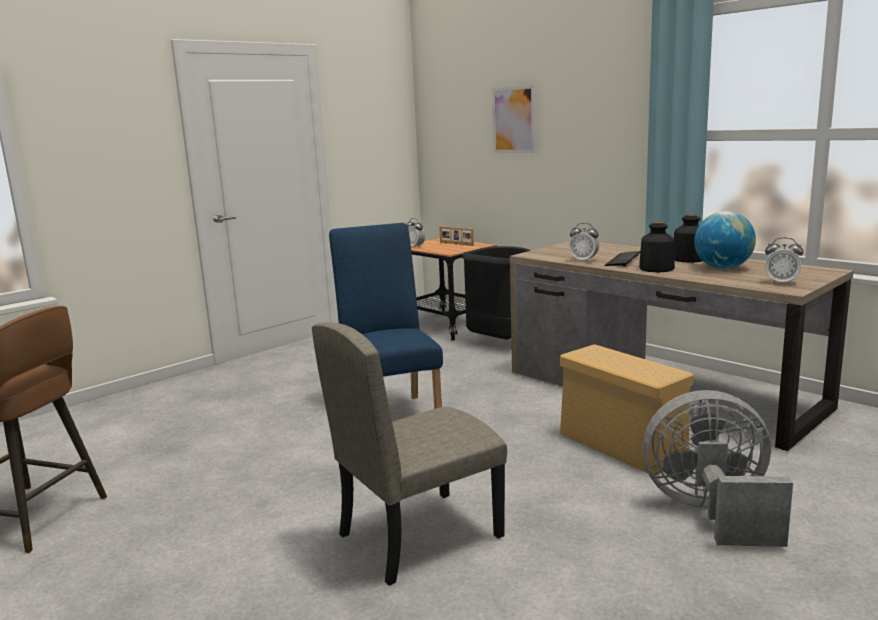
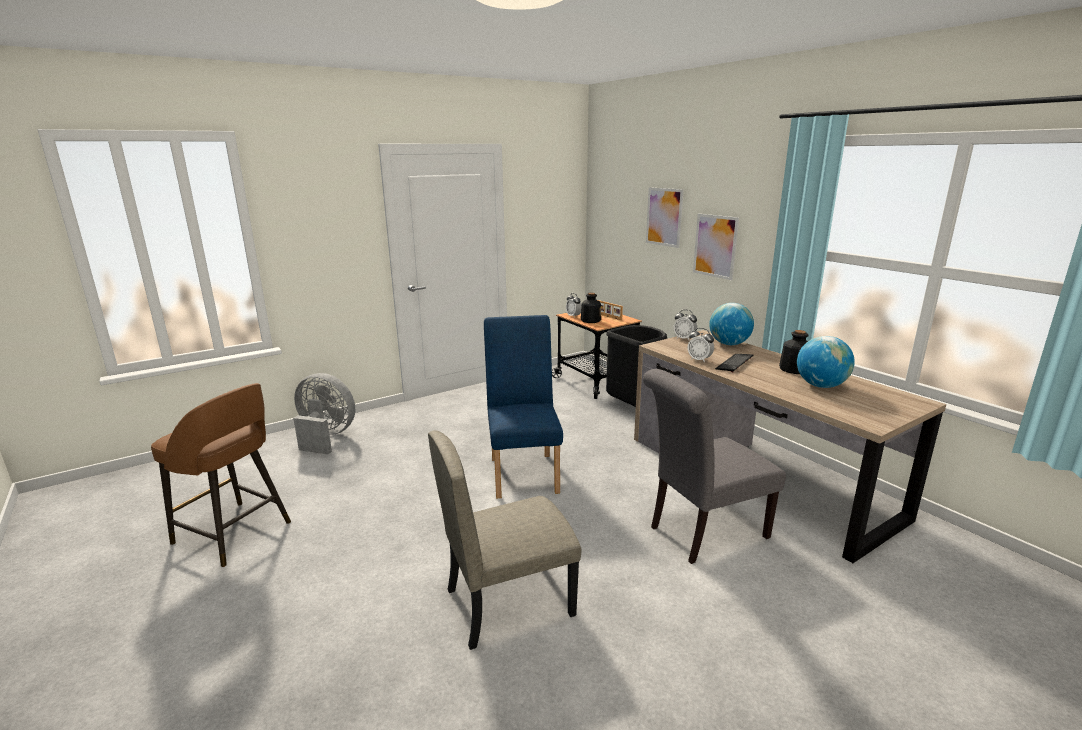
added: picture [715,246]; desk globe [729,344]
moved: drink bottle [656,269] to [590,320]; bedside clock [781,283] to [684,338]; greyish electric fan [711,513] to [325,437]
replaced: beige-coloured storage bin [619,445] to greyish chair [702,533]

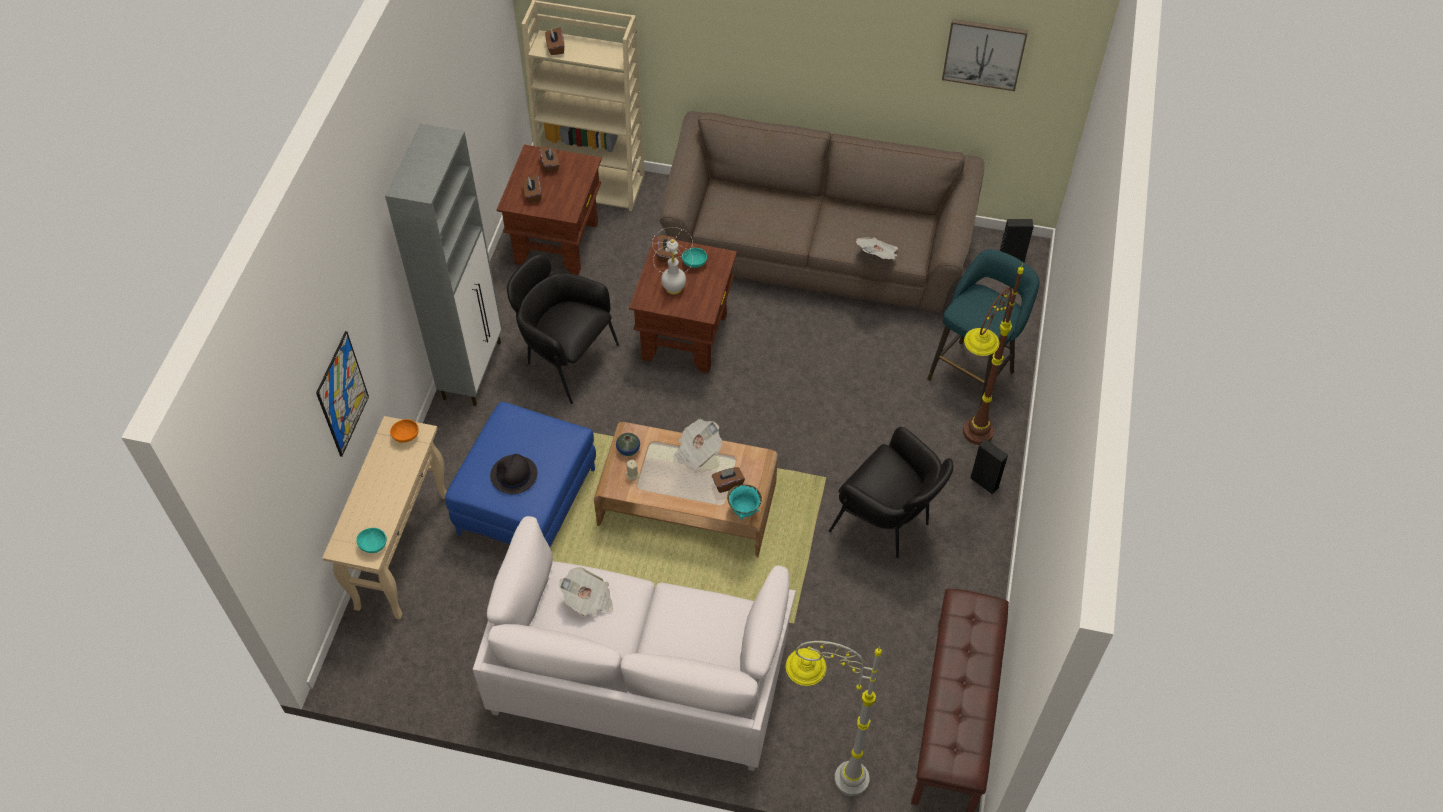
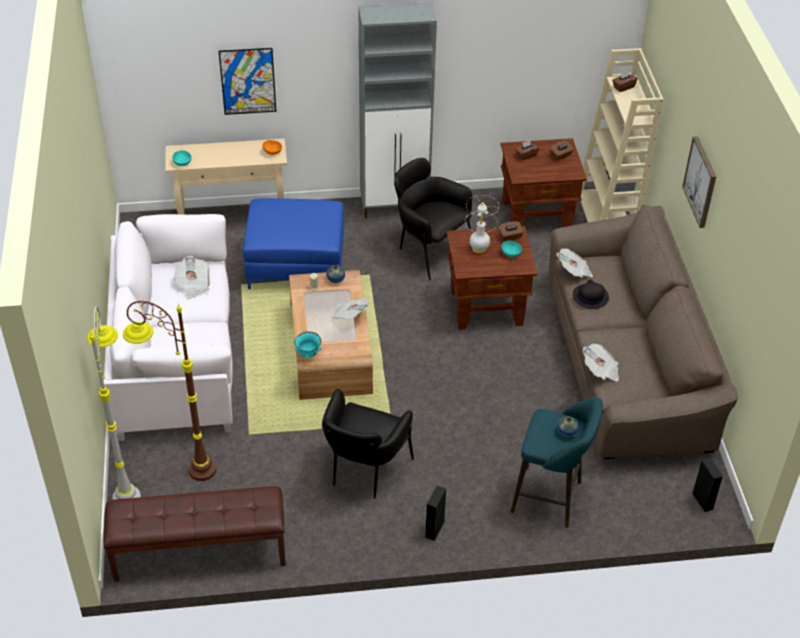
removed: brown tissue holder [727,484]
added: printed paper [574,271]; vase [567,432]
moved: picture [984,53] to [701,181]; brown floor lamp [964,449] to [180,464]; blackish hat [513,475] to [590,297]
turned: blackish easy chair [565,359] = [429,250] 60 degrees counterclockwise

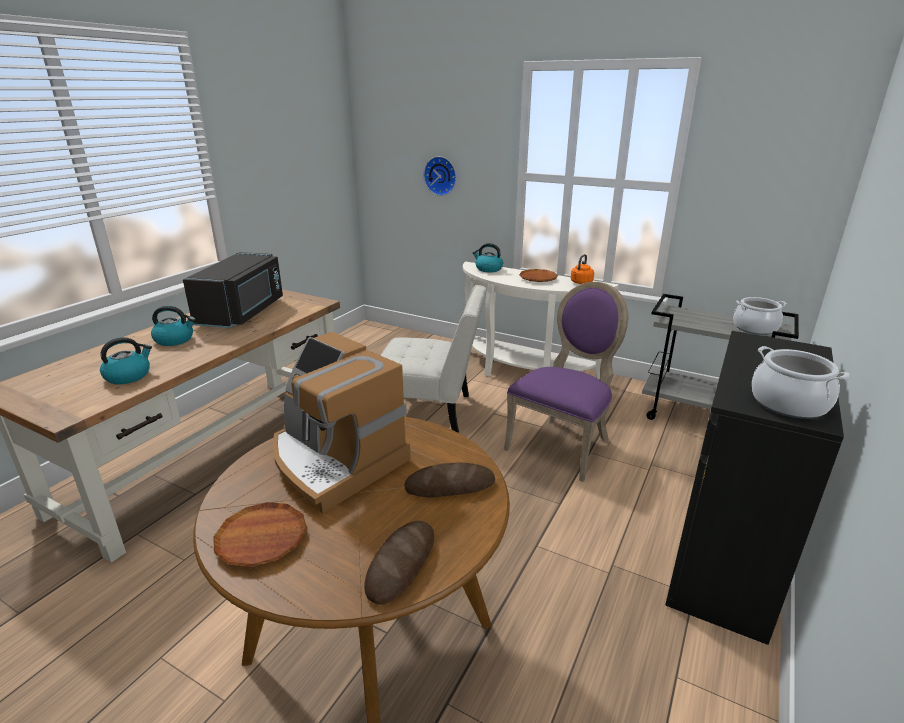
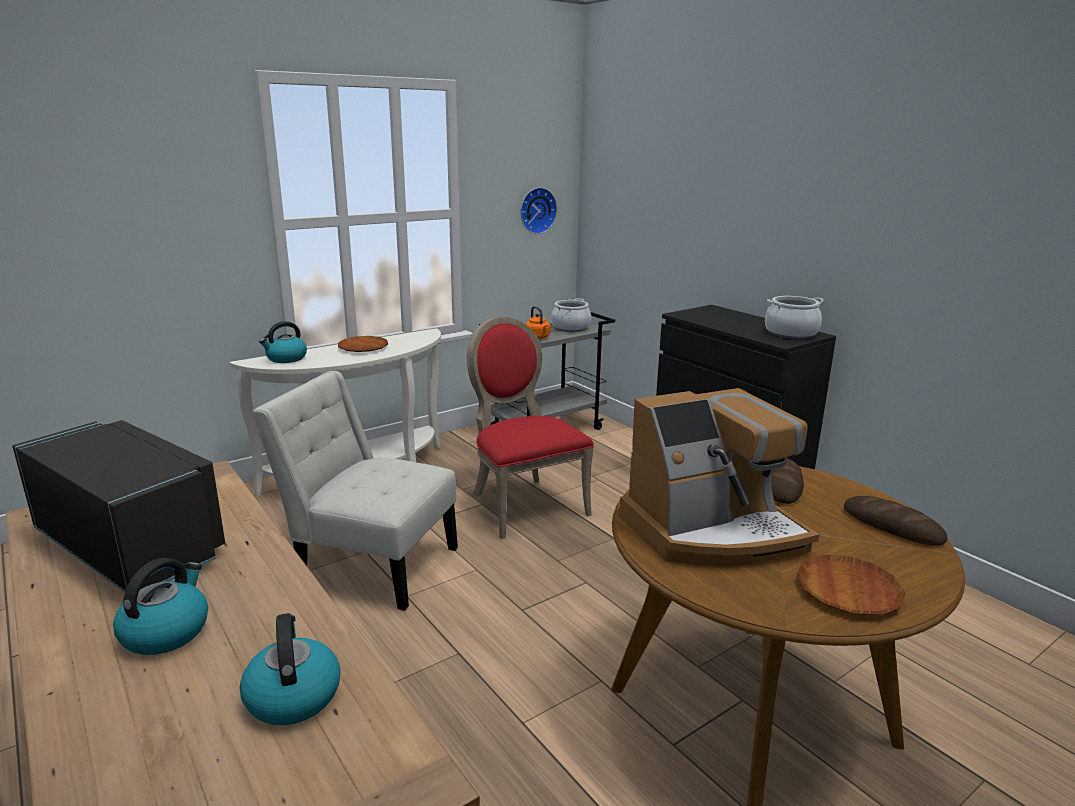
moved: hanging clock [441,175] to [536,210]; orangey kettle [580,283] to [538,338]
recoloured: purple-coloured chair [563,444] to red-coloured chair [523,503]
turned: whitish chair [431,412] = [371,563] 105 degrees counterclockwise

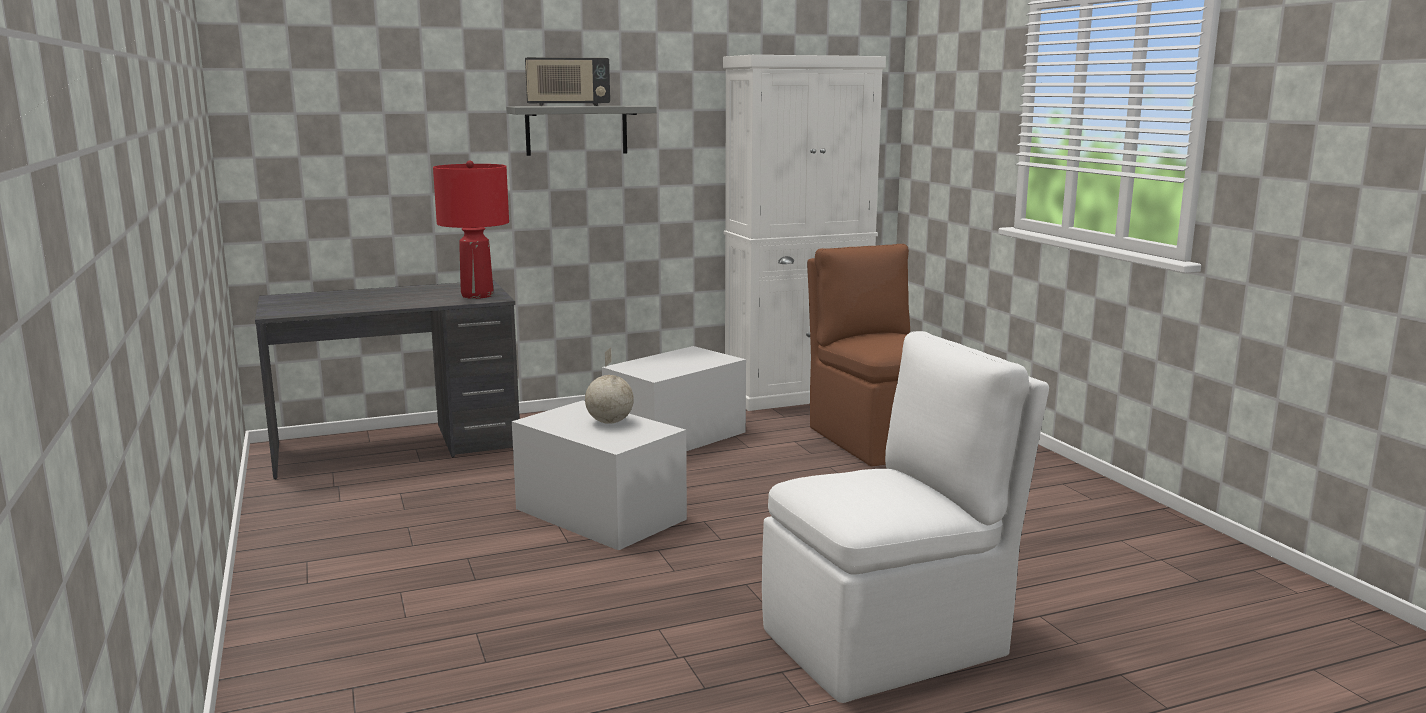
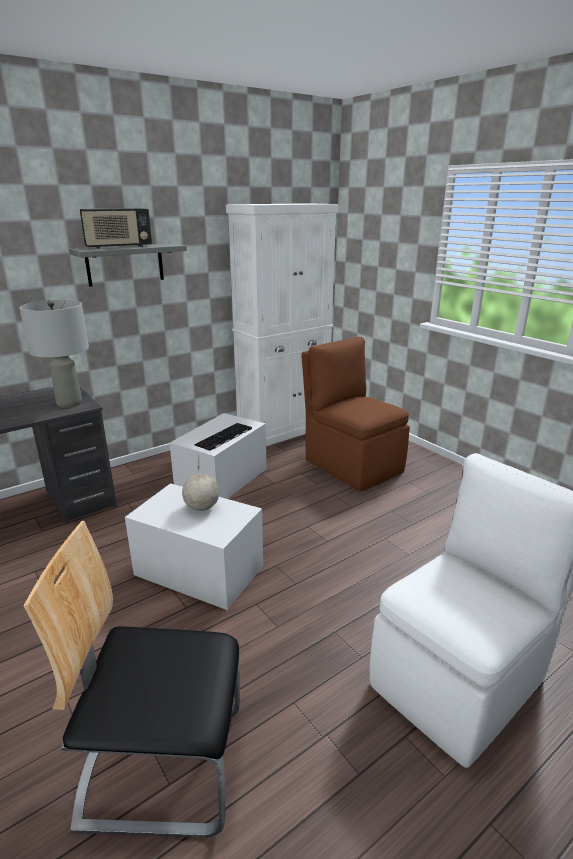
added: computer keyboard [224,437]; chair [163,764]
recoloured: red-coloured table lamp [478,295] to greyish table lamp [70,403]

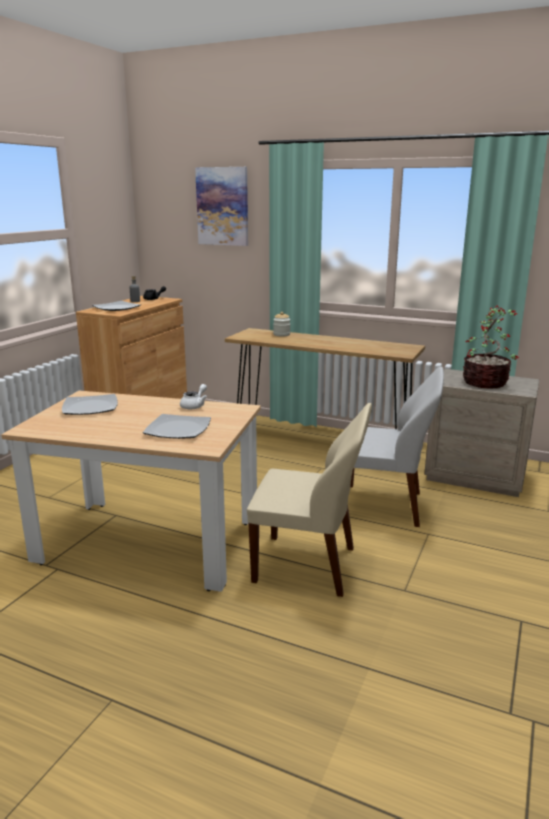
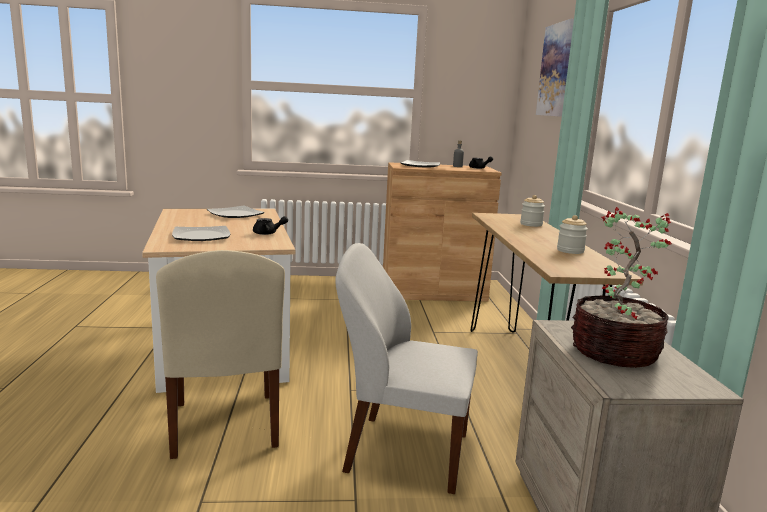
added: preserve jar [570,251]
recoloured: whitish pot for tea [194,406] to blackish pot for tea [268,233]
turned: whitish chair [385,506] = [403,451] 120 degrees clockwise

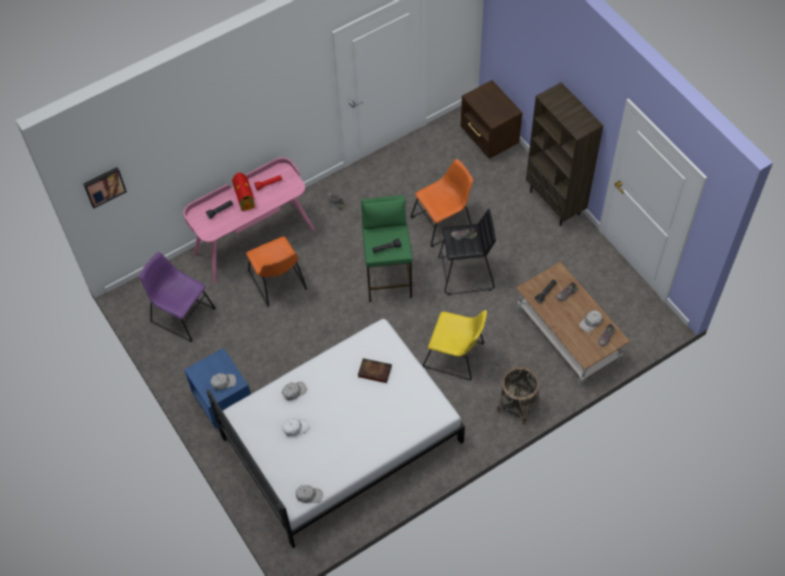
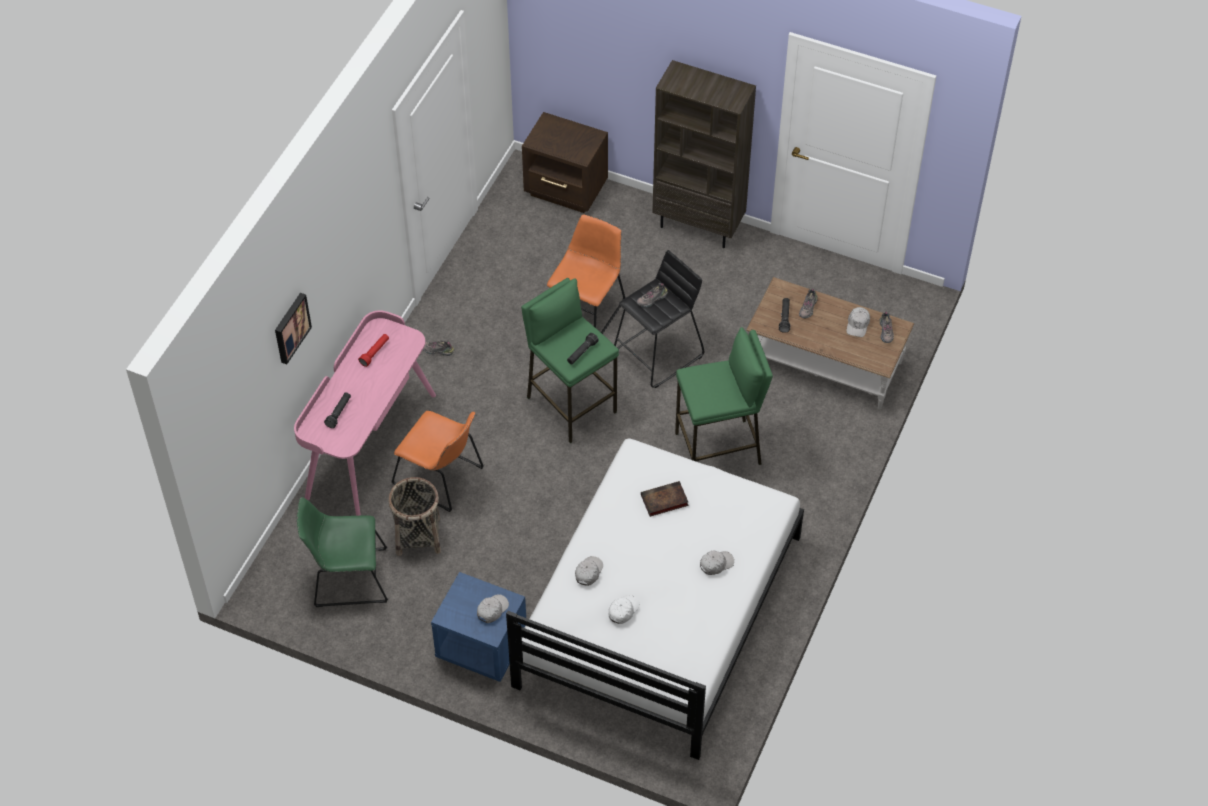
removed: miniature house [244,198]
moved: picture [104,186] to [290,327]; storage basket [517,405] to [418,535]; whitish cap [309,495] to [716,564]
replaced: yellow chair [456,356] to green stool seat [718,449]
recoloured: purple-coloured chair [181,314] to green chair [346,577]

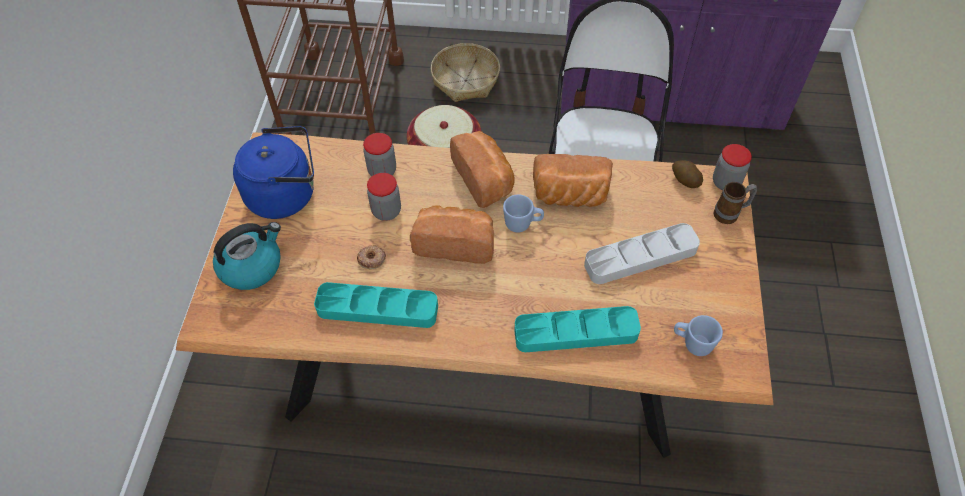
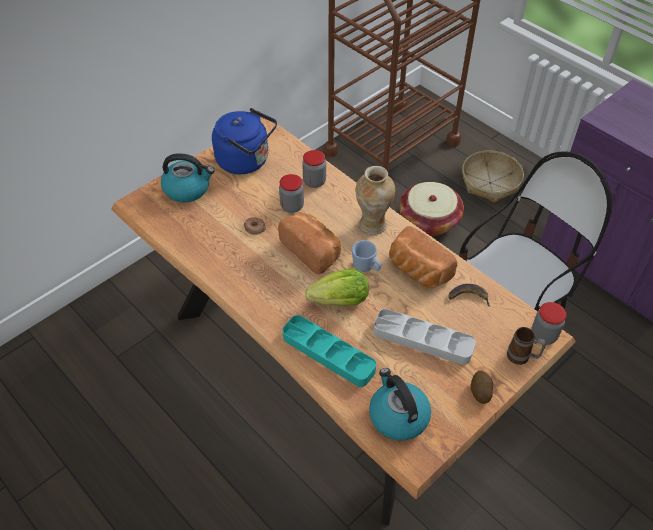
removed: turquoise-coloured tray [377,309]
added: lettuce head [340,301]; banana [468,297]
moved: whole potato [685,180] to [480,391]
replaced: bread [485,179] to vase [372,225]; blue-coloured coffee mug [692,343] to kettle [397,416]

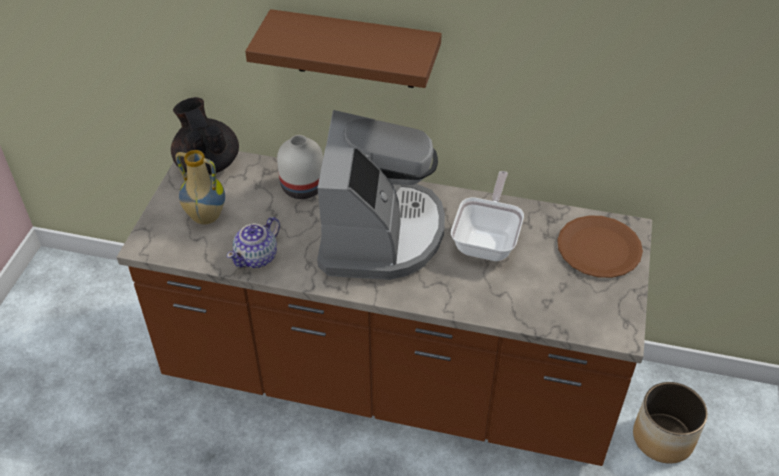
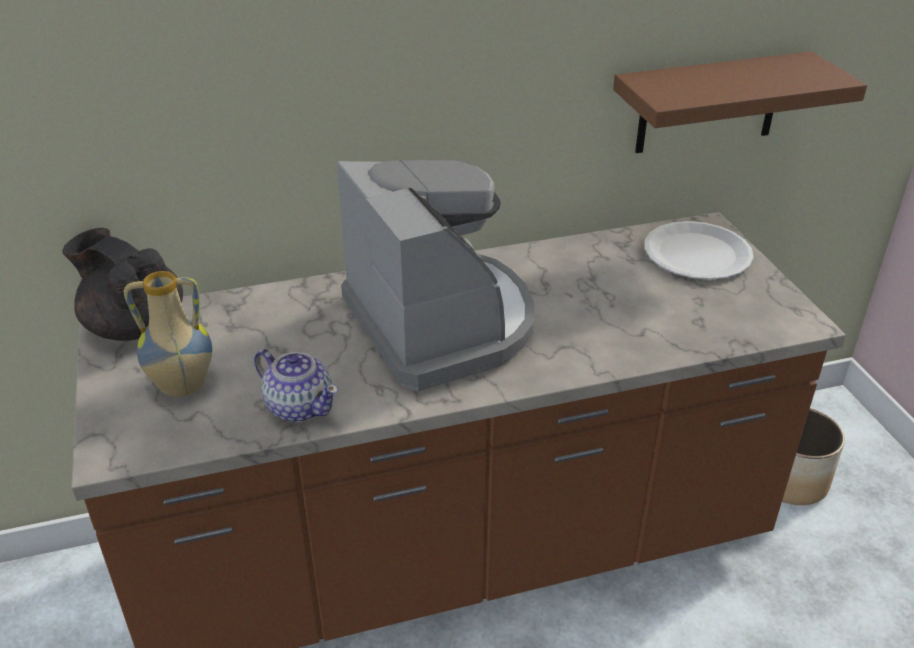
removed: whitish vase [301,188]; skillet [487,240]
moved: brown shelf [355,50] to [708,103]
recoloured: brown plate [599,248] to whitish plate [697,253]
turned: pot for tea [257,257] = [299,406] 60 degrees counterclockwise

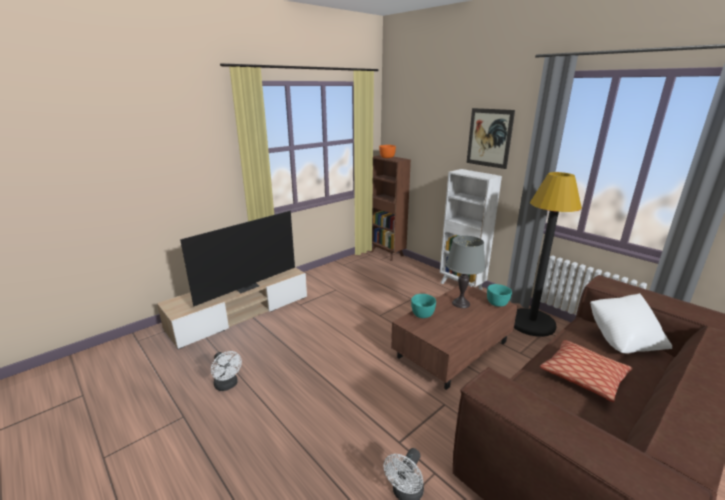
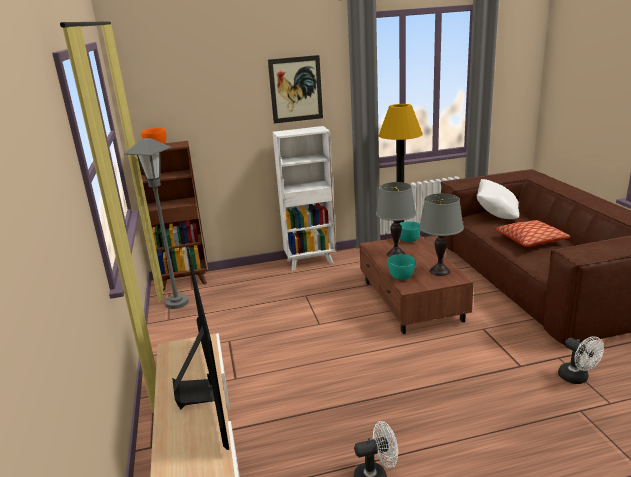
added: greyish floor lamp [177,303]; greyish table lamp [440,271]

